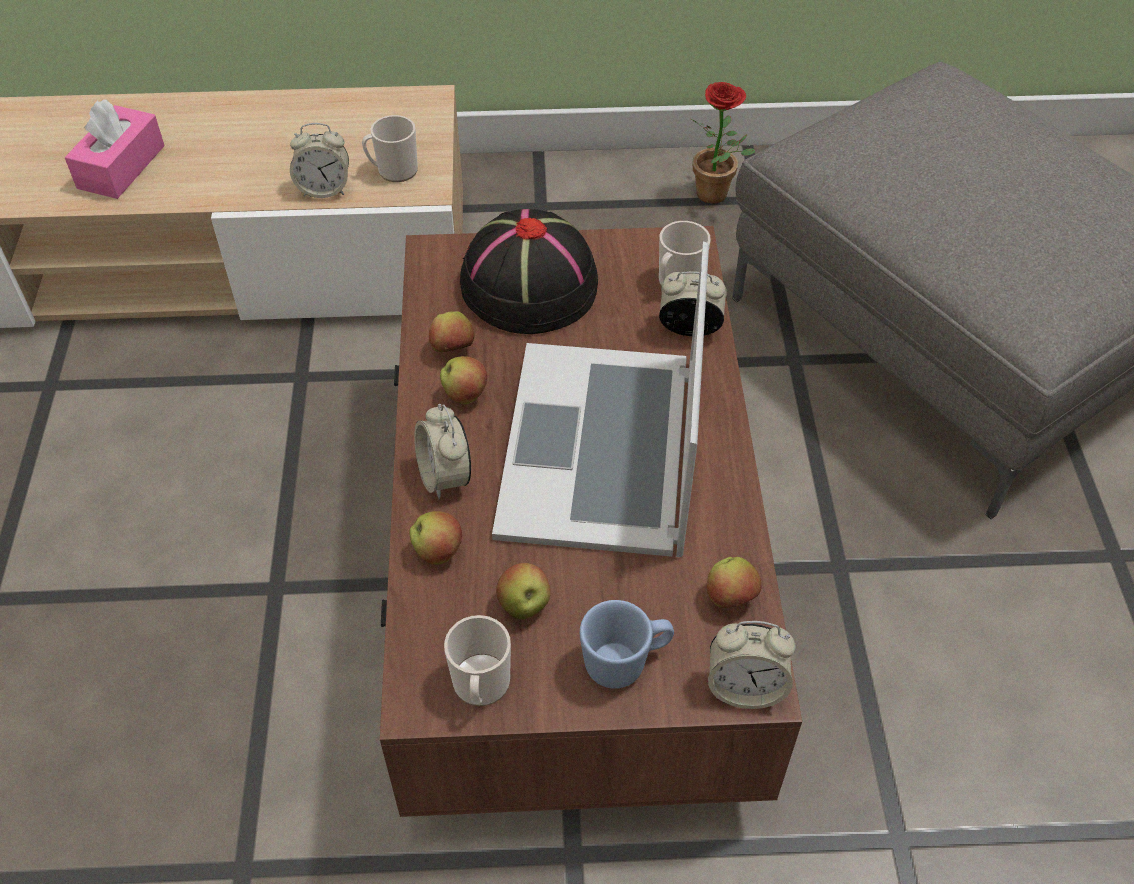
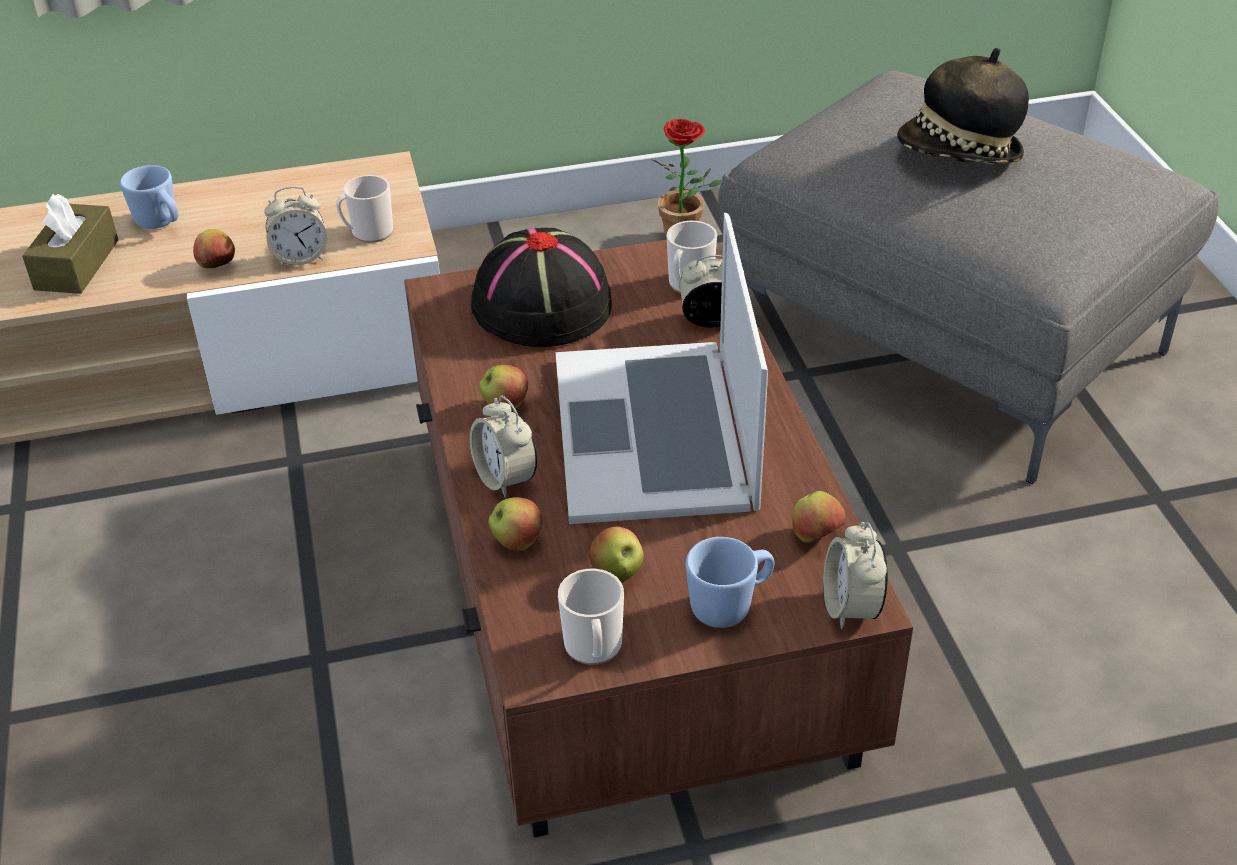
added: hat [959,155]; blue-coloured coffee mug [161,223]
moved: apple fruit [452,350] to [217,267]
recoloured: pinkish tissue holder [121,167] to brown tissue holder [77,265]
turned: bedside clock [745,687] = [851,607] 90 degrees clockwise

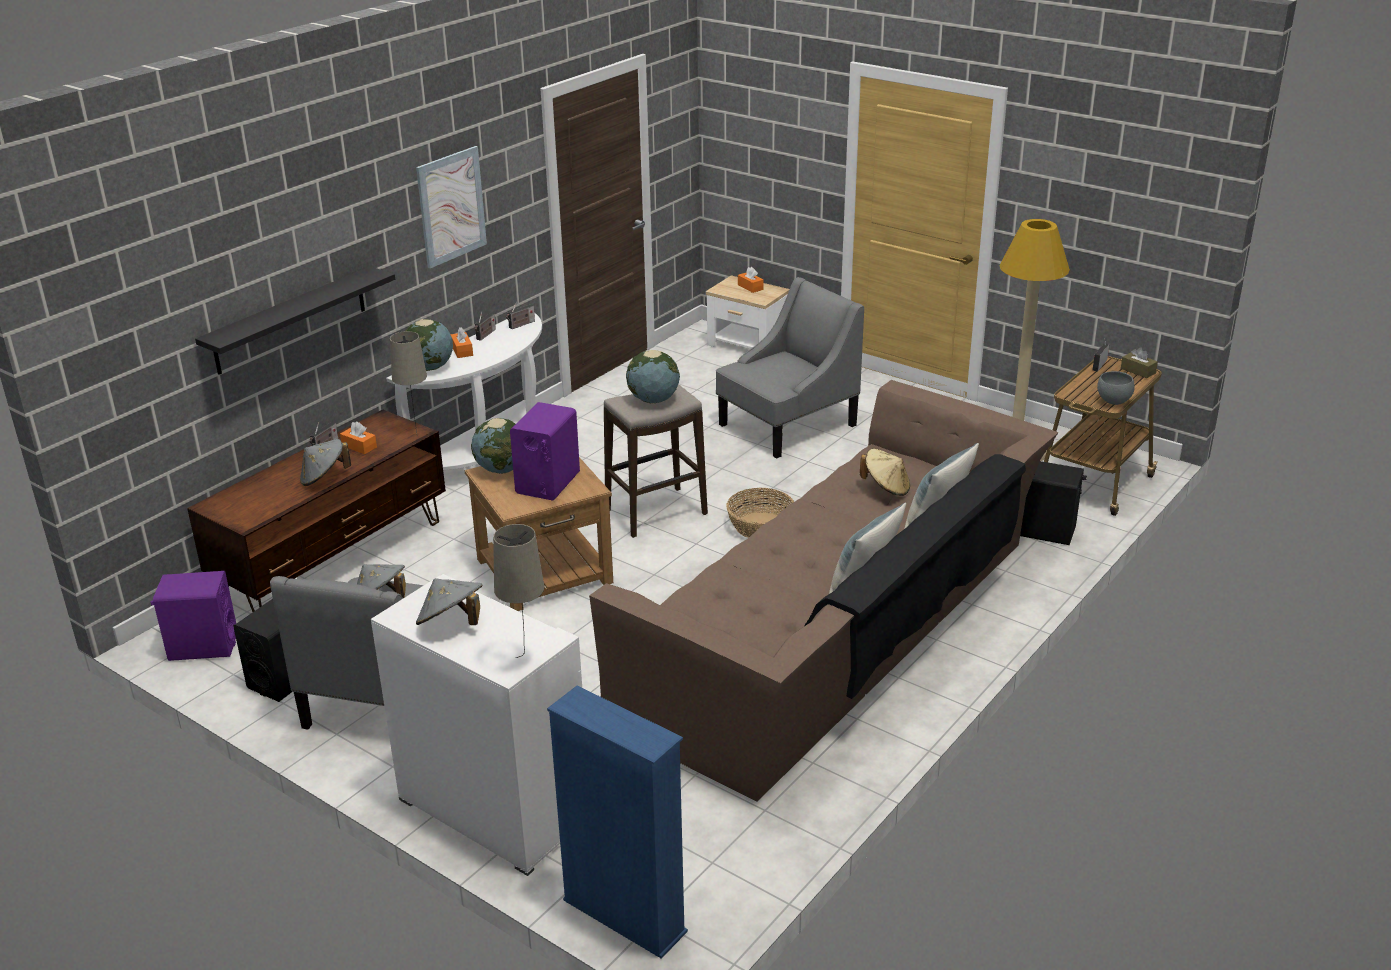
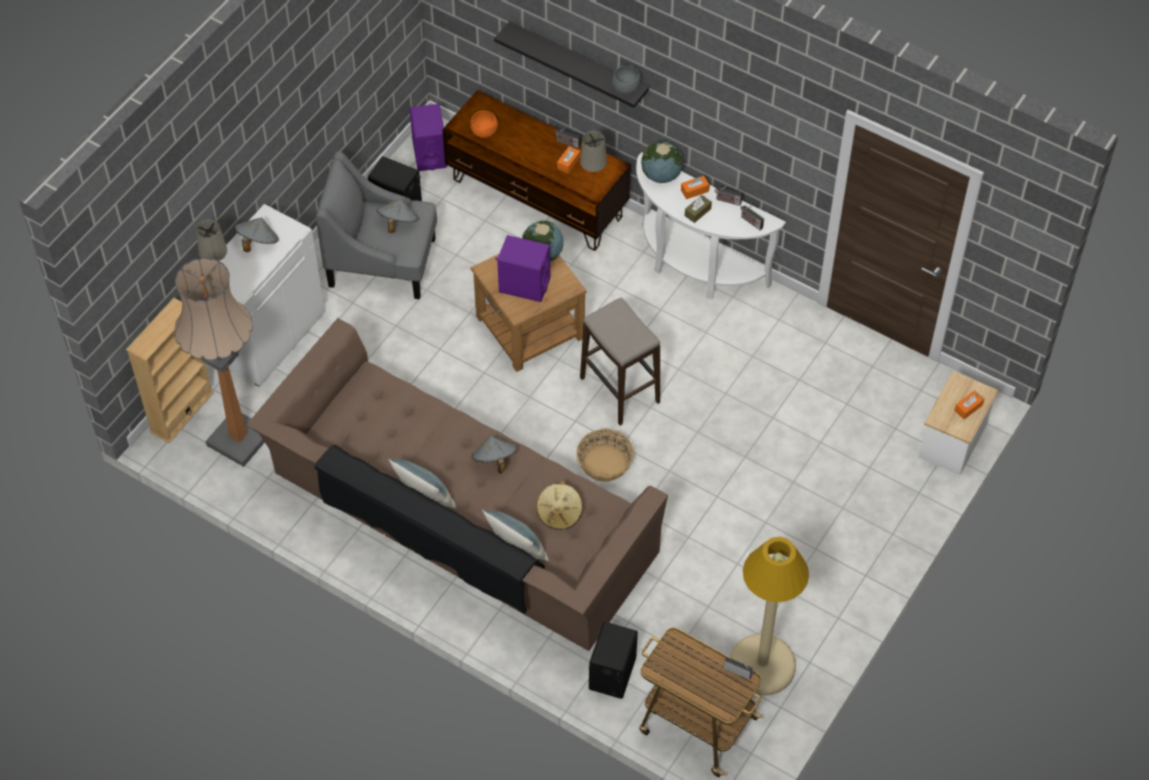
removed: picture [451,206]; greyish easy chair [787,425]; desk globe [653,400]
added: orangey bowl [485,133]; floor lamp [239,439]
moved: brown tissue holder [1138,371] to [697,212]; greyish bowl [1113,401] to [625,88]; greyish hat [324,478] to [494,460]
recoloured: blue-coloured bookshelf [624,916] to beige-coloured bookshelf [181,412]

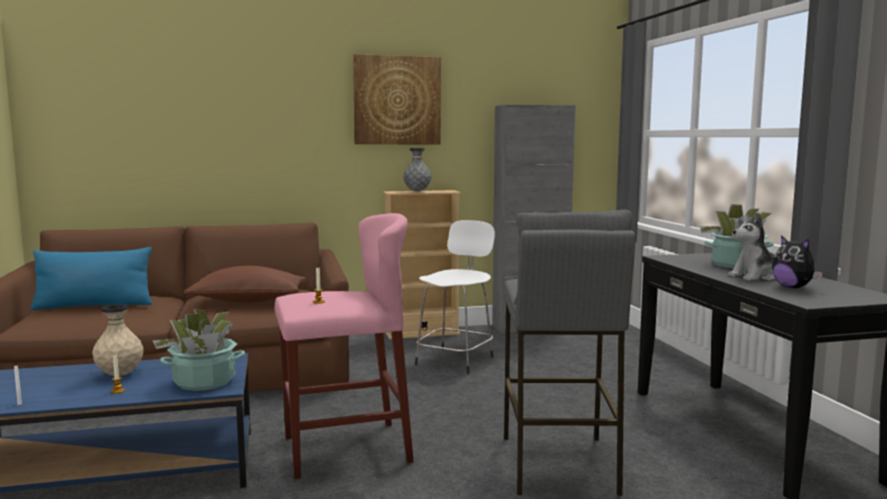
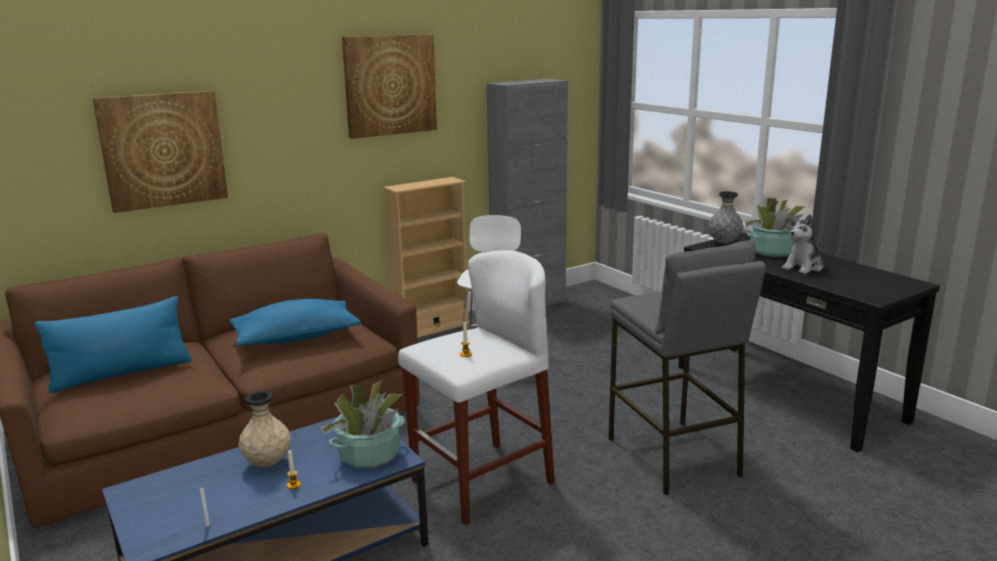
removed: soft toy [793,287]
added: picture [163,150]
moved: greyish vase [417,191] to [724,243]
recoloured: pinkish stool seat [346,449] to whitish stool seat [482,481]; brown throw pillow [248,301] to blue-coloured throw pillow [296,338]

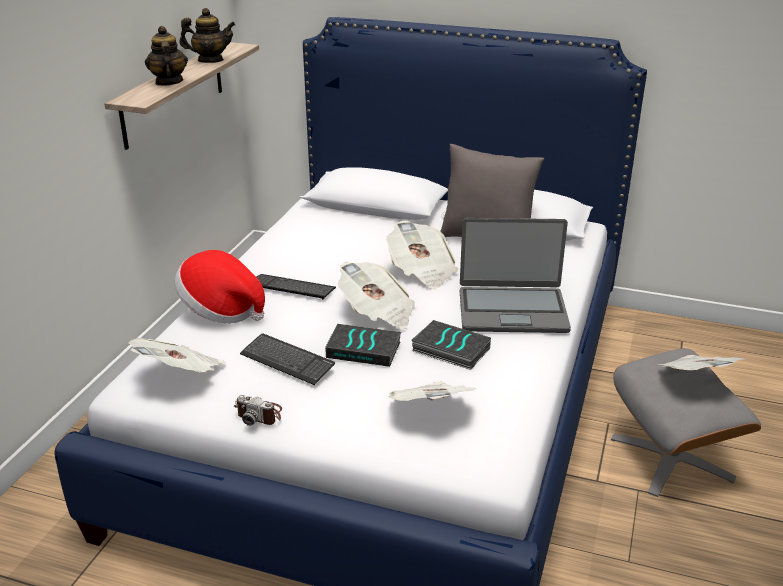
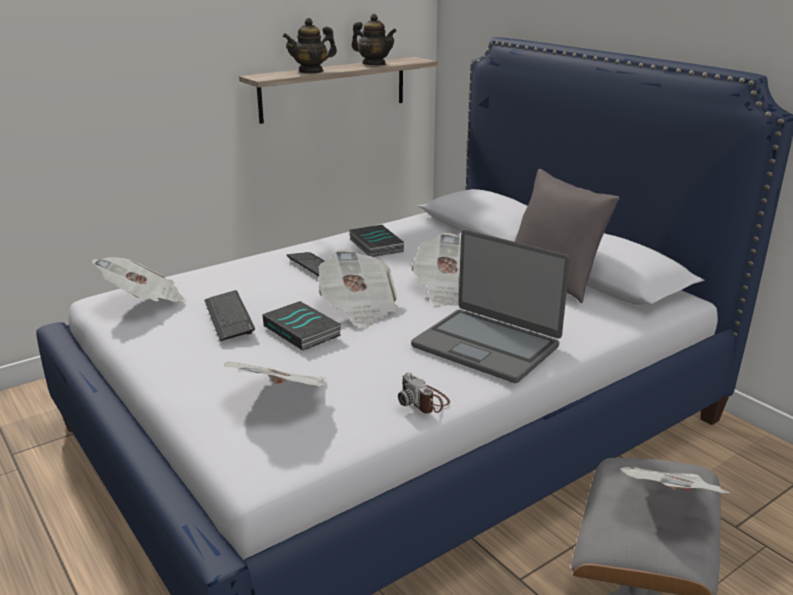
removed: hat [221,310]
moved: book [449,350] to [374,245]; still camera [260,414] to [424,401]
turned: pot for tea [168,82] = [311,71] 135 degrees counterclockwise

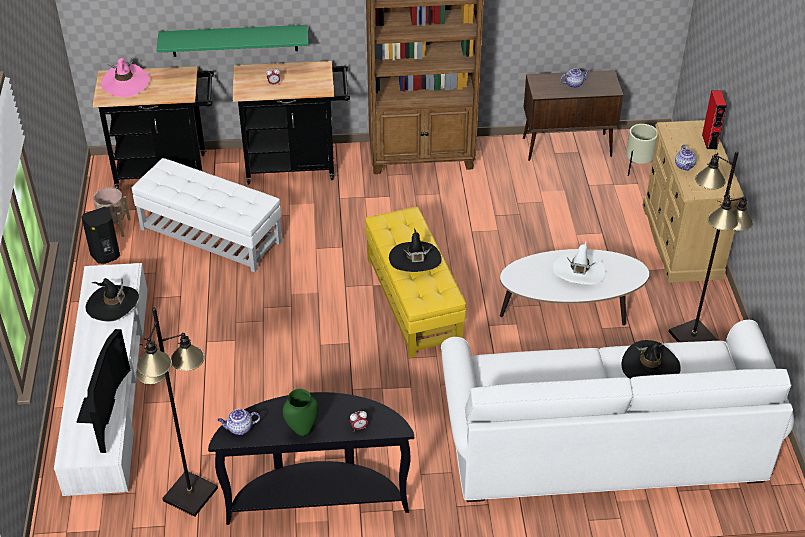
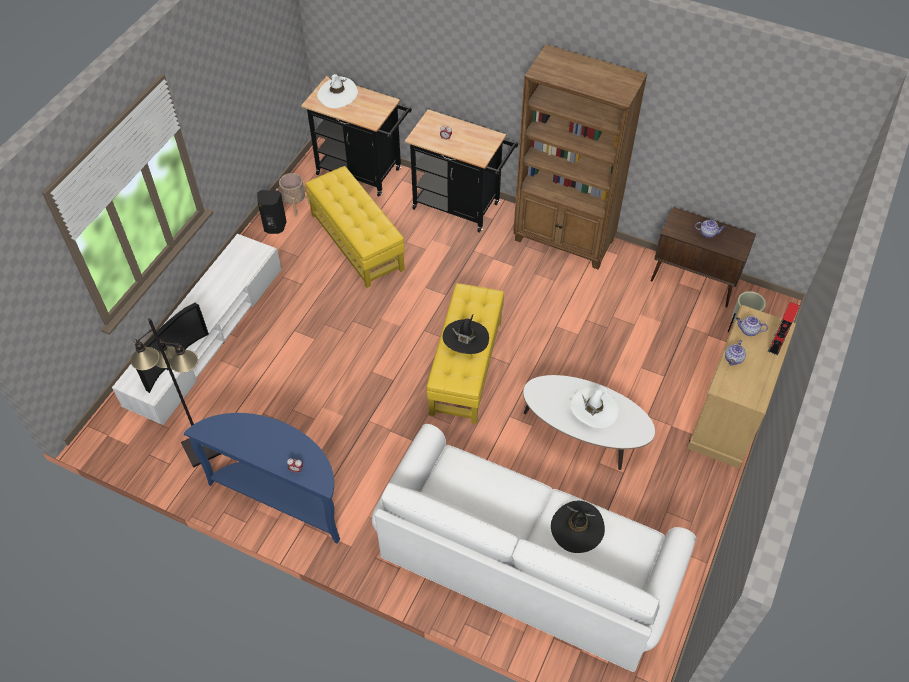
removed: green shelf [234,40]; blackish floor lamp [693,337]; blackish hat [113,304]; green vase [302,430]
moved: pot for tea [239,428] to [748,331]
recoloured: pinkish hat [125,83] to whitish hat [337,95]; whitish pouffe [210,235] to yellow pouffe [356,242]; blackish console table [317,498] to blue-coloured console table [282,497]

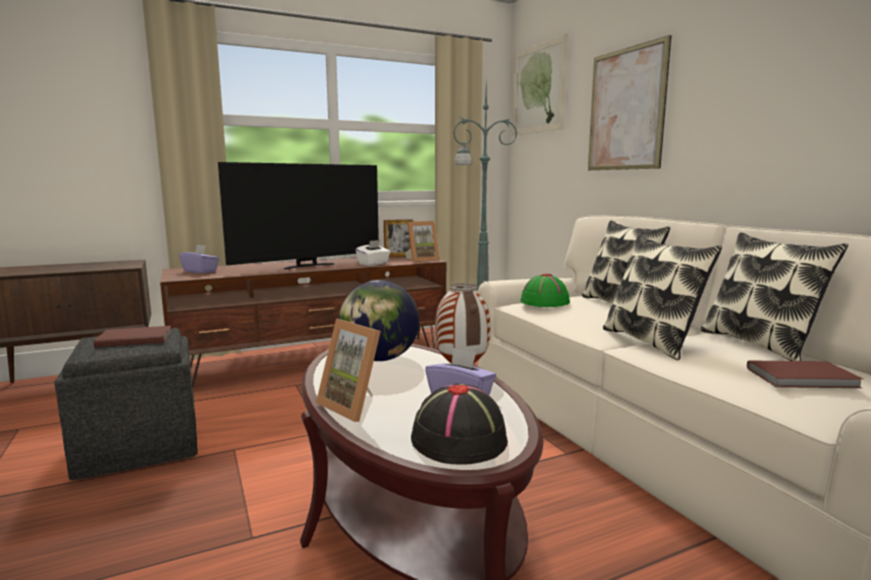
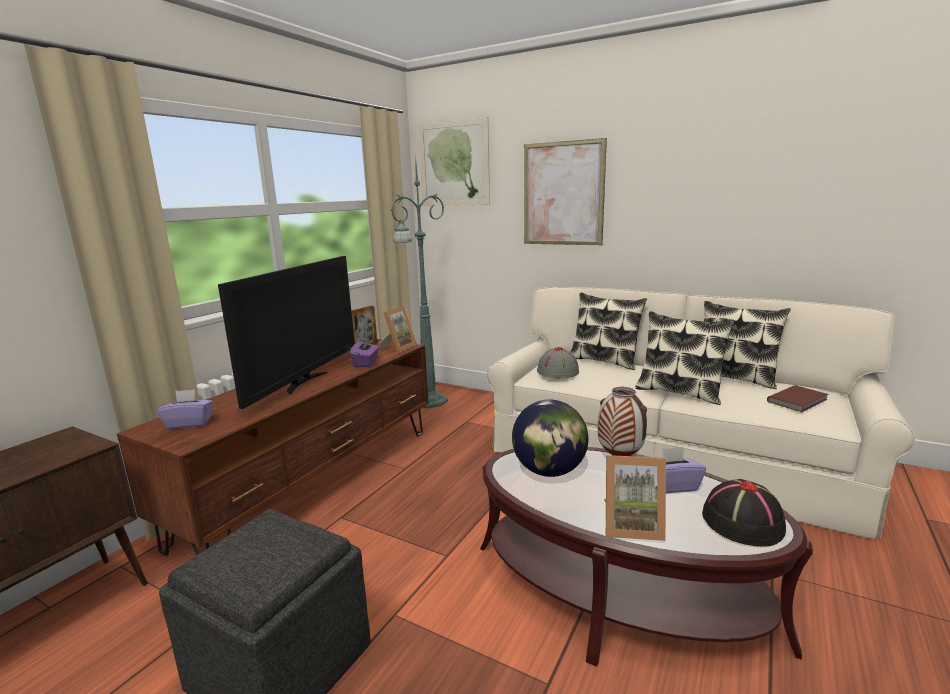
removed: brown book [134,339]
recoloured: whitish tissue holder [373,264] to purple-coloured tissue holder [366,363]; green hat [544,302] to greyish hat [558,372]

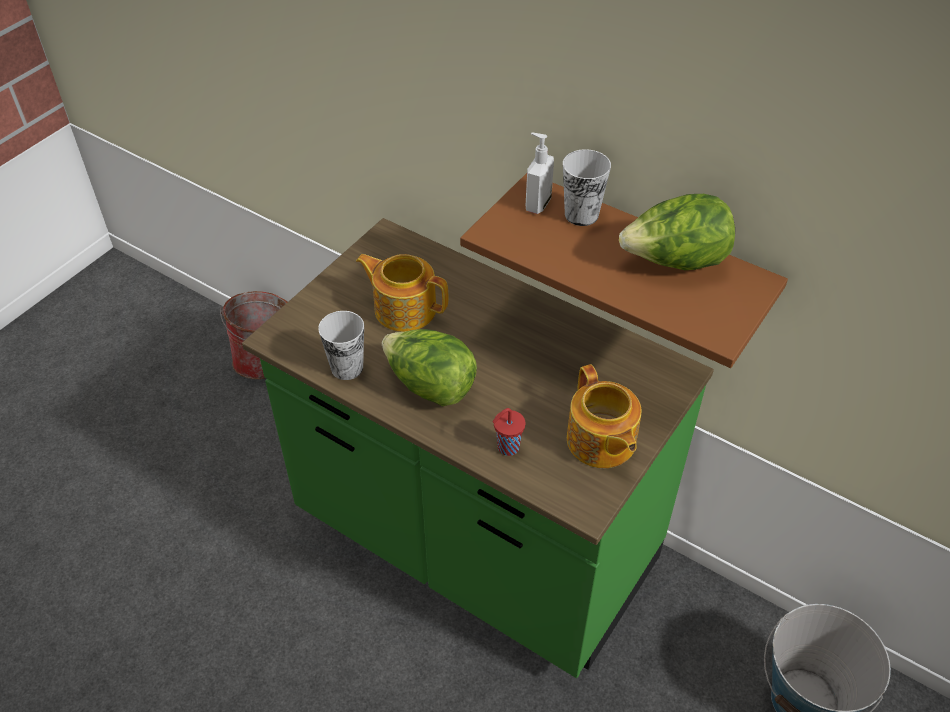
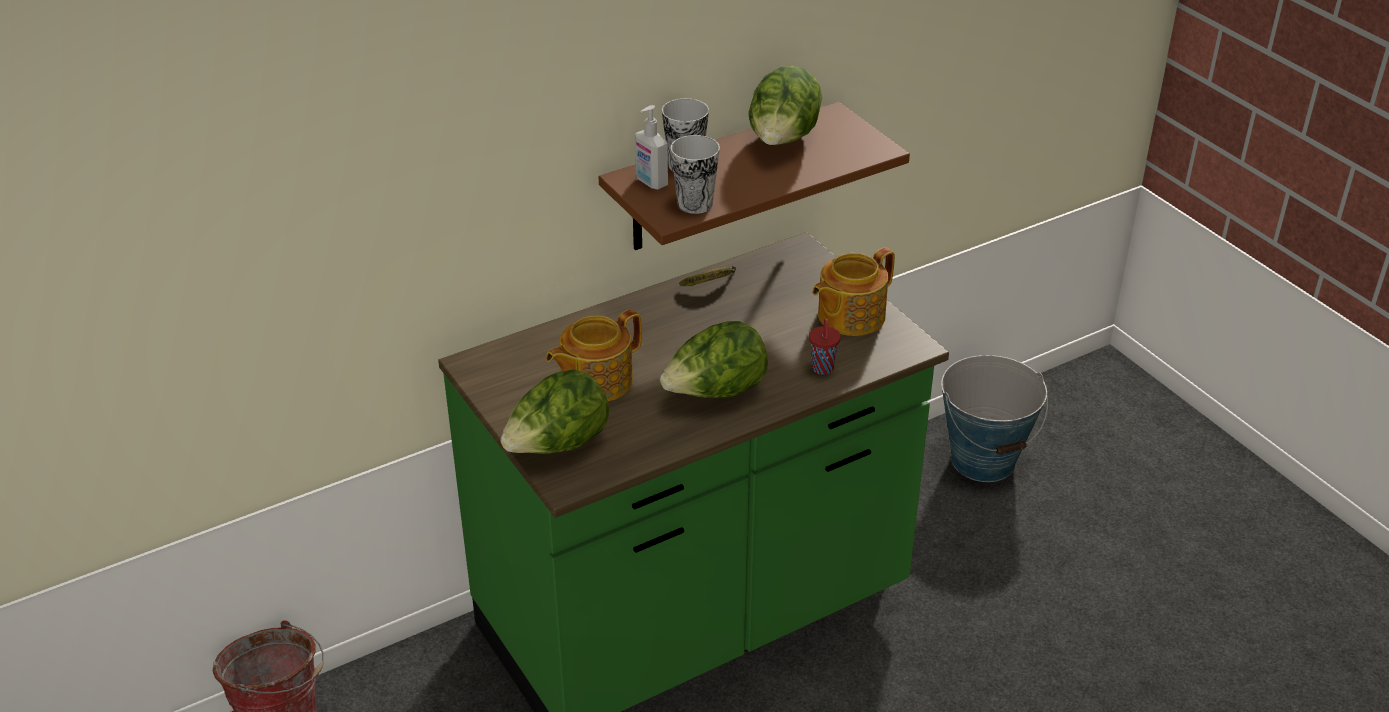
added: banana [711,283]; lettuce head [558,446]
moved: drinking cup [347,368] to [695,204]
turned: pot for tea [600,442] = [849,316] 135 degrees clockwise

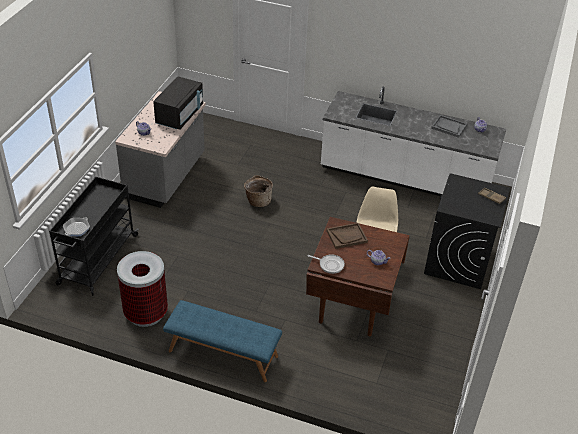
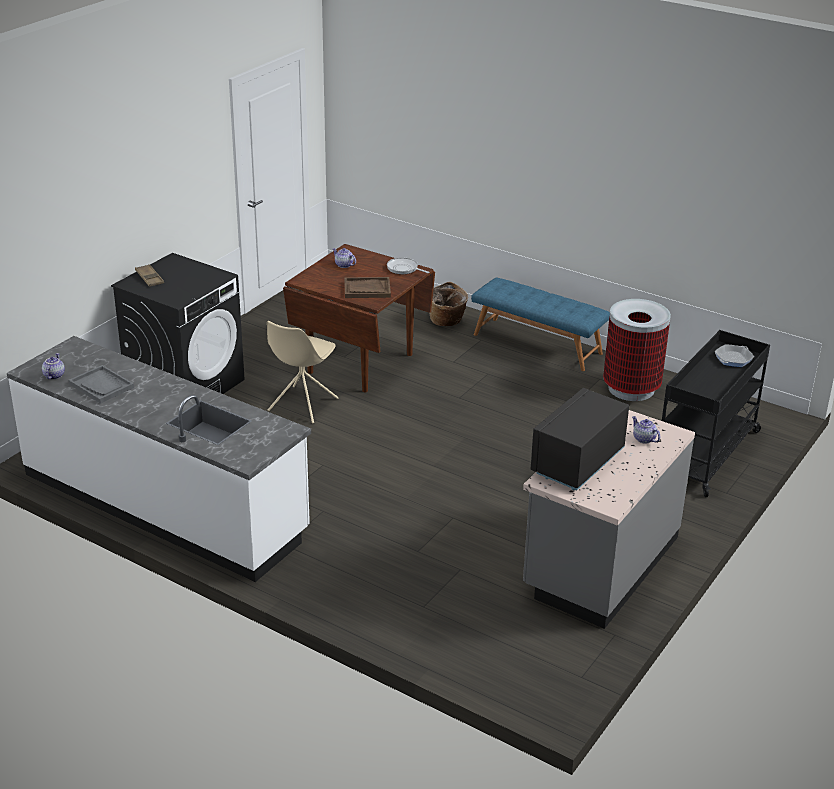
moved: storage basket [258,201] to [447,322]

